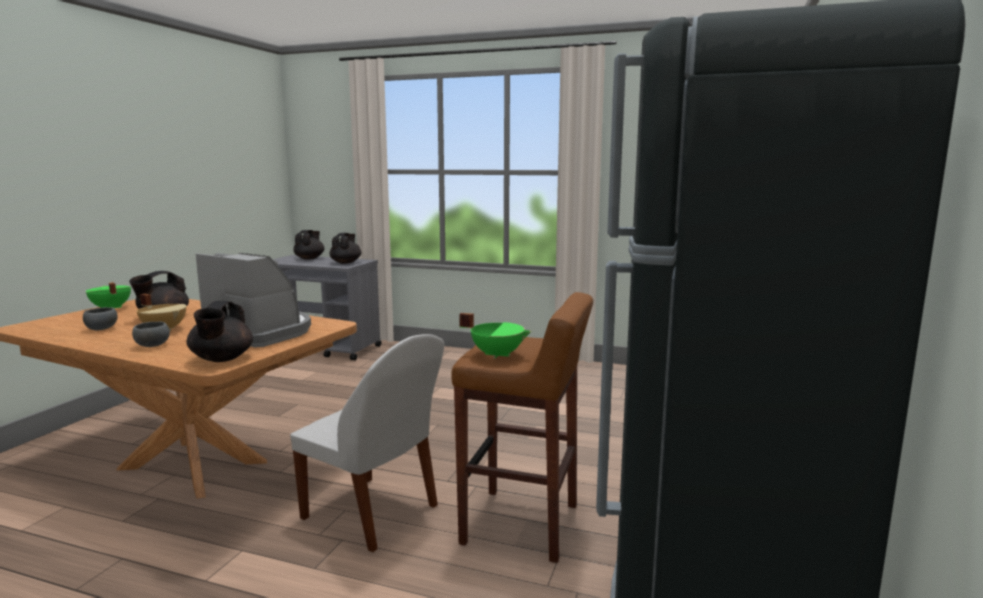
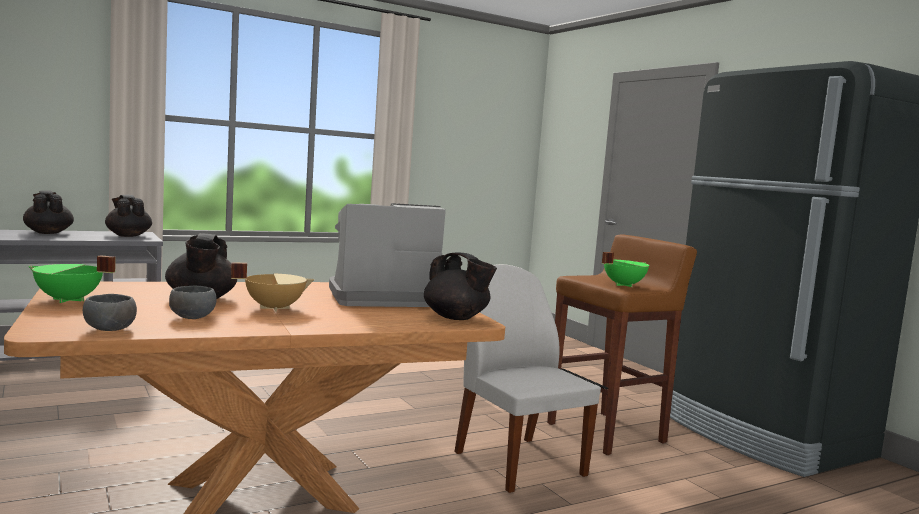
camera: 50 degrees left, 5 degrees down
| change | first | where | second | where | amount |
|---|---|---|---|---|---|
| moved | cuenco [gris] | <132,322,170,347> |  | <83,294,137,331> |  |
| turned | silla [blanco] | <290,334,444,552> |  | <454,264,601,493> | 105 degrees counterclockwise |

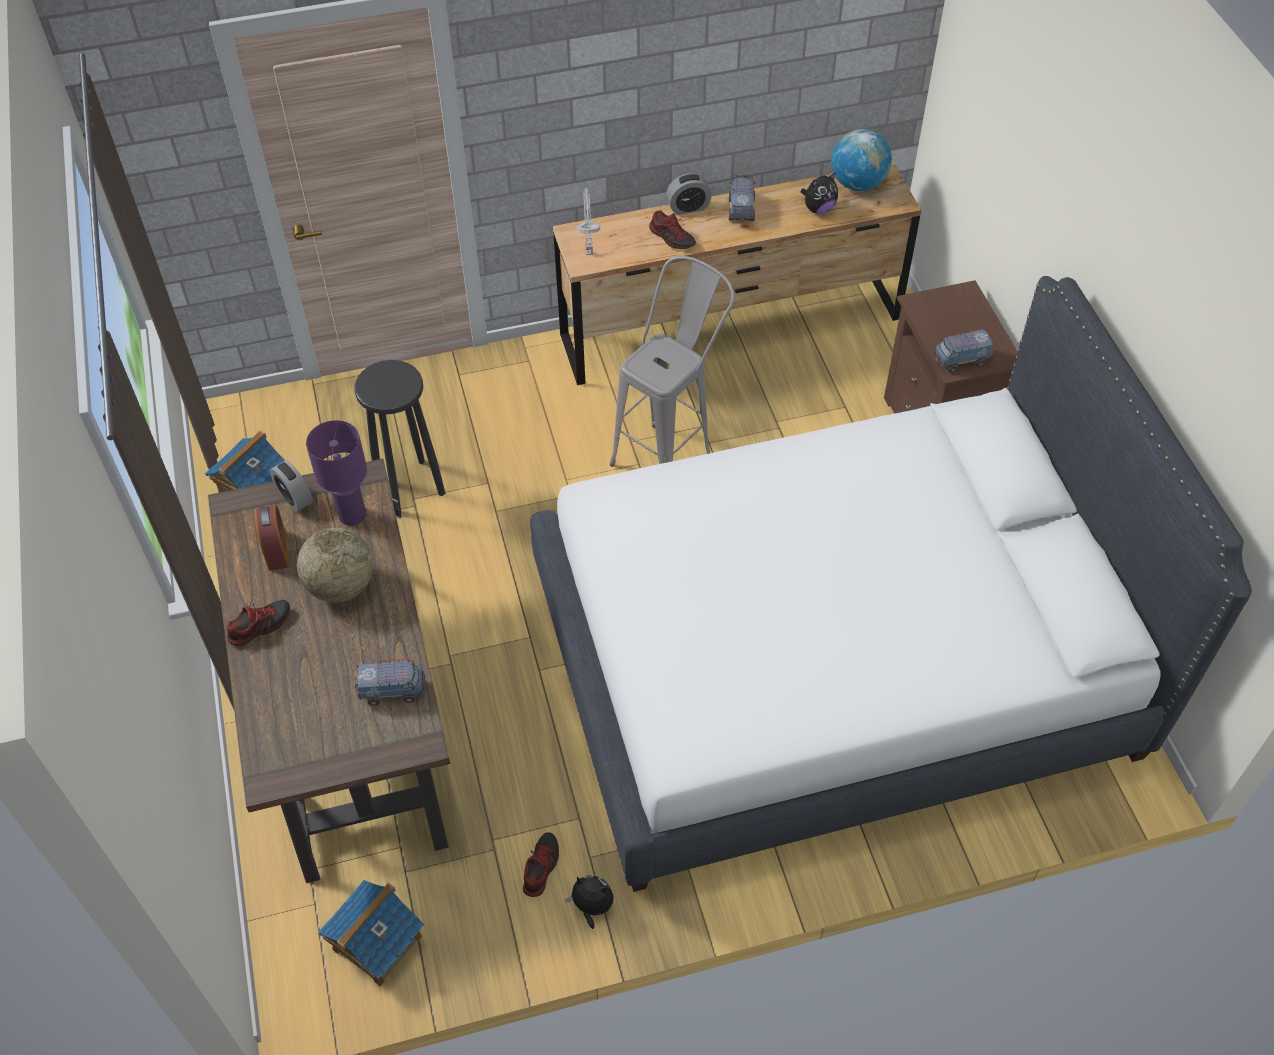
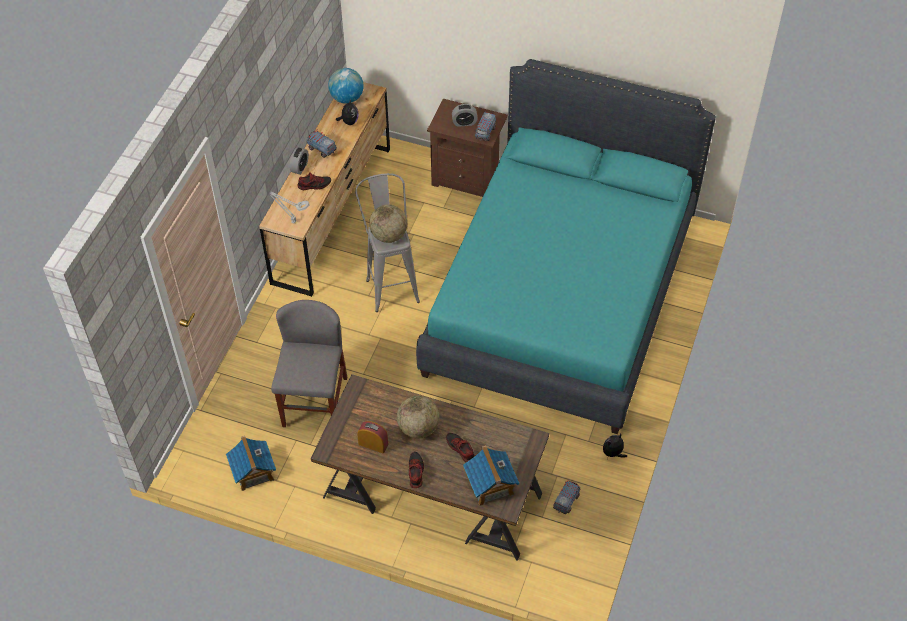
camera: 55 degrees left, 0 degrees up
| change | first | where | second | where | amount |
|---|---|---|---|---|---|
| recoloured | cama [blanco] | <530,276,1252,892> | cama [turquesa] | <416,59,716,434> |  |
| replaced | taburete [negro] | <355,360,445,513> | silla [gris] | <271,300,347,427> |  |
| removed | lámpara de mesa [morado] | <306,420,367,526> |  |  |  |
| moved | despertador | <270,460,313,512> |  | <452,104,477,127> |  |
| moved | camión de juguete | <355,658,427,706> |  | <553,480,581,514> |  |
| moved | zapato | <523,832,559,897> |  | <446,433,475,462> |  |
| moved | casita | <318,880,424,987> |  | <463,445,520,506> |  |
| added |  |  | globo terráqueo | <369,204,407,243> |  |

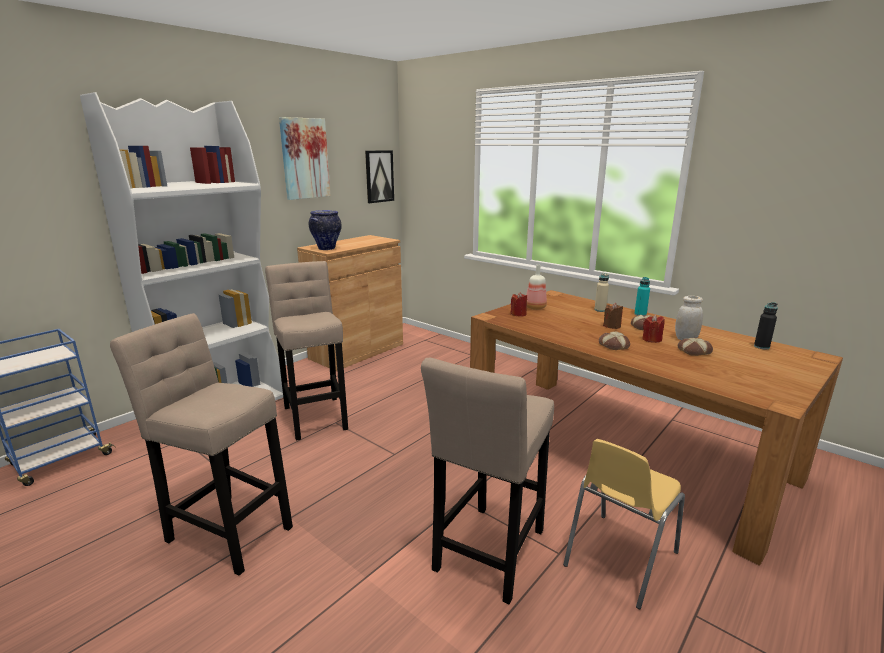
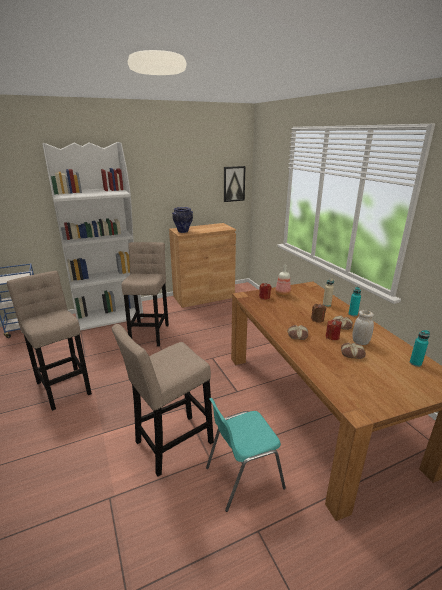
camera: 25 degrees right, 5 degrees up
| change | first | where | second | where | amount |
|---|---|---|---|---|---|
| removed | cuadro | <279,117,330,200> |  |  |  |
| recoloured | botella [negro] | <754,302,778,350> | botella [turquesa] | <410,330,430,367> |  |
| recoloured | silla [amarillo] | <563,439,685,609> | silla [turquesa] | <206,398,286,512> |  |

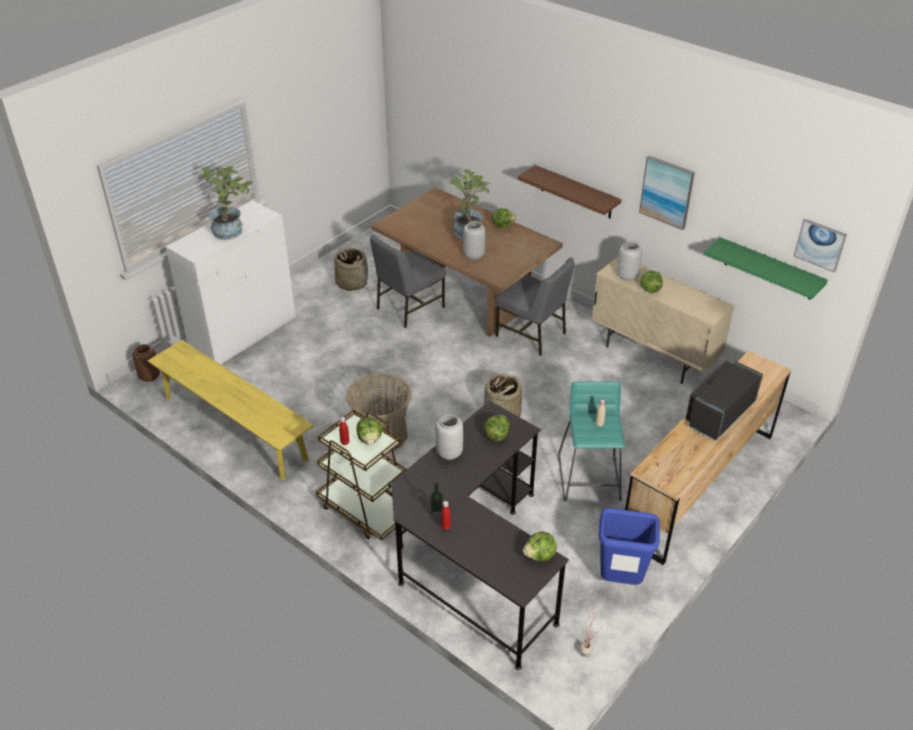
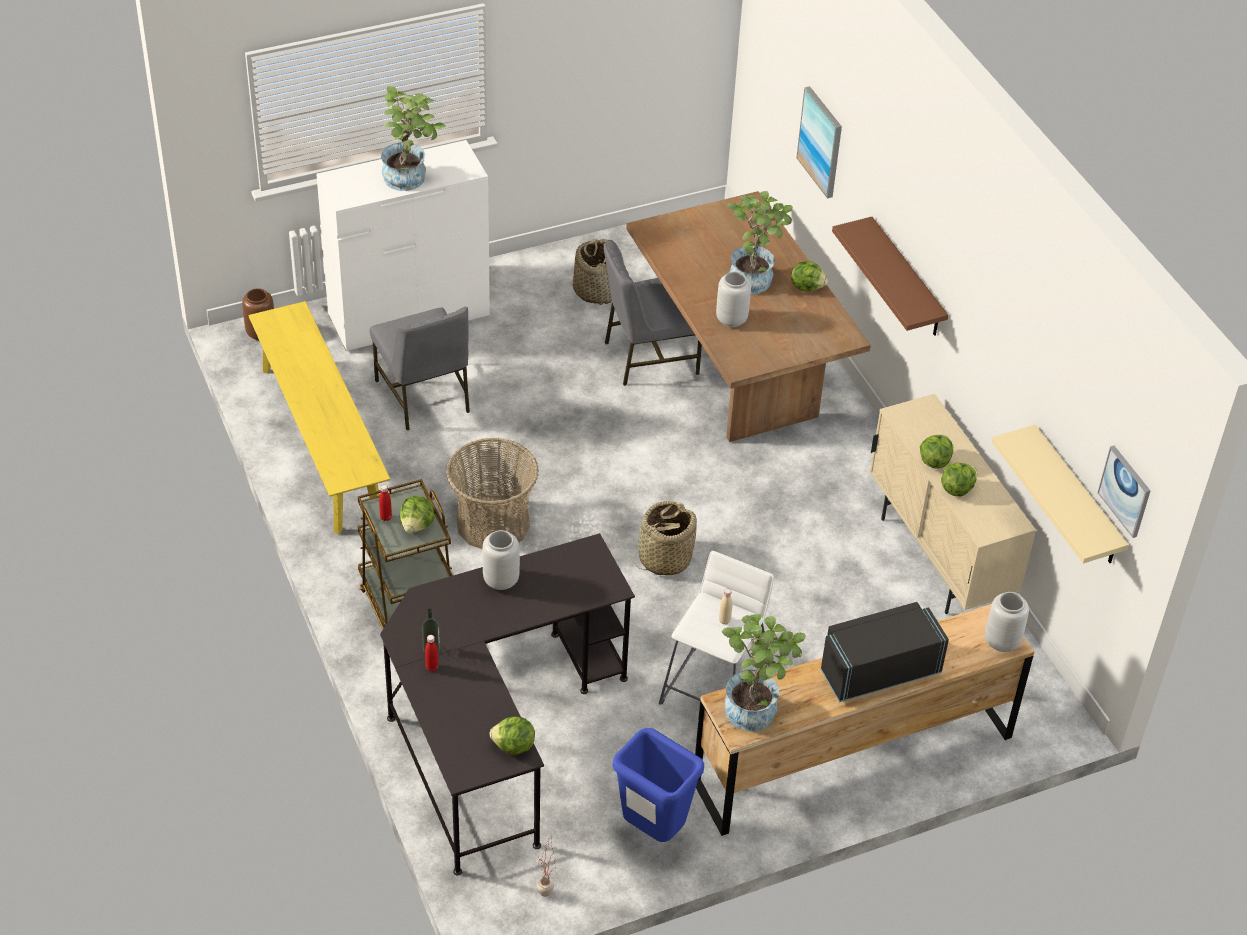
camera: 25 degrees right, 5 degrees up
| change | first | where | second | where | amount |
|---|---|---|---|---|---|
| moved | cuadro | <639,156,695,230> |  | <796,86,842,199> |  |
| recoloured | estante [verde] | <704,237,828,300> | estante [beis] | <992,425,1129,563> |  |
| moved | florero [gris] | <617,241,642,281> |  | <985,592,1029,652> |  |
| moved | silla [gris] | <495,257,575,356> |  | <370,307,470,430> |  |
| recoloured | taburete [turquesa] | <558,382,625,501> | taburete [blanco] | <659,551,774,705> |  |
| moved | lechuga | <484,415,510,441> |  | <941,462,977,496> |  |
| added |  |  | planta en maceta | <722,614,806,731> |  |

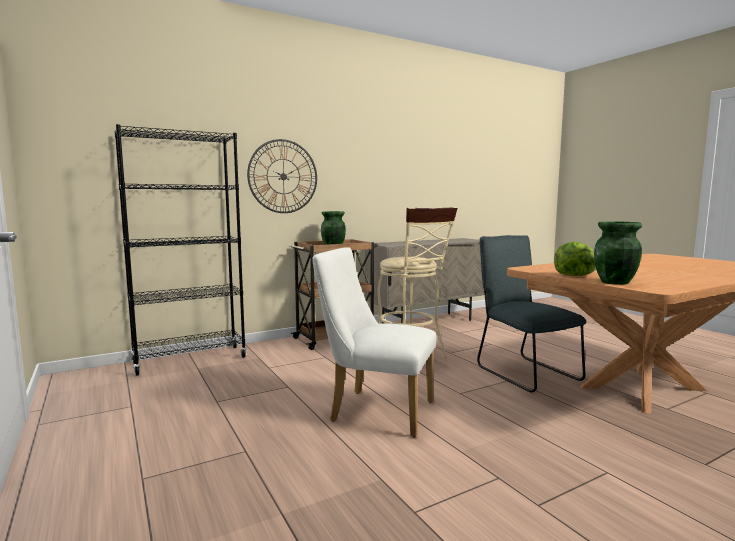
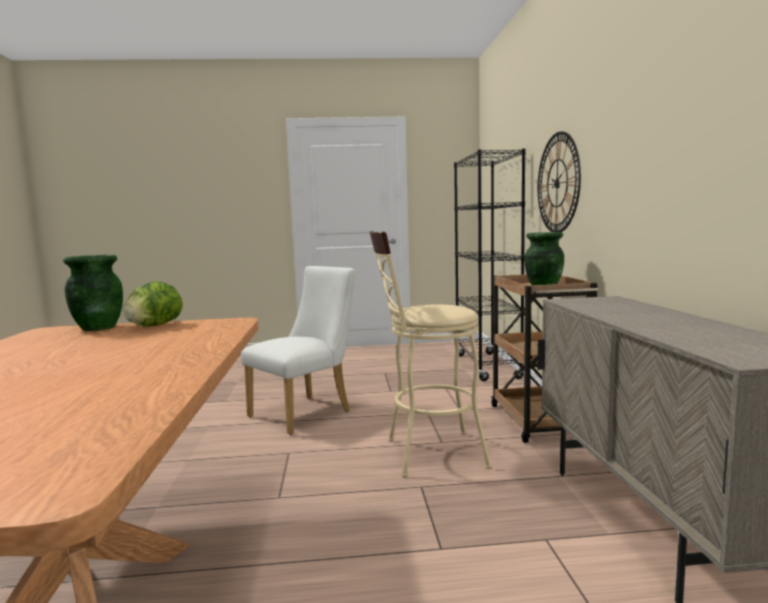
camera: 115 degrees right, 0 degrees up
| change | first | where | second | where | amount |
|---|---|---|---|---|---|
| removed | silla [gris] | <477,235,586,392> |  |  |  |

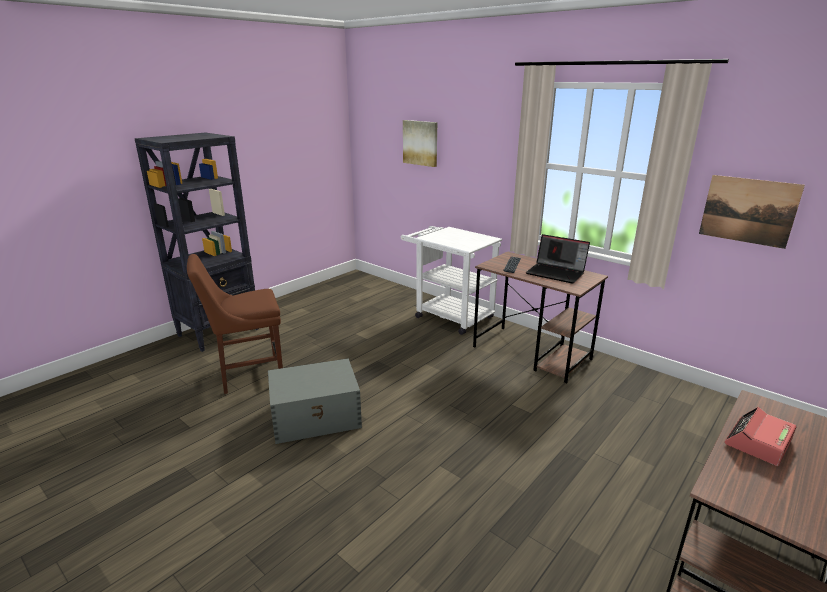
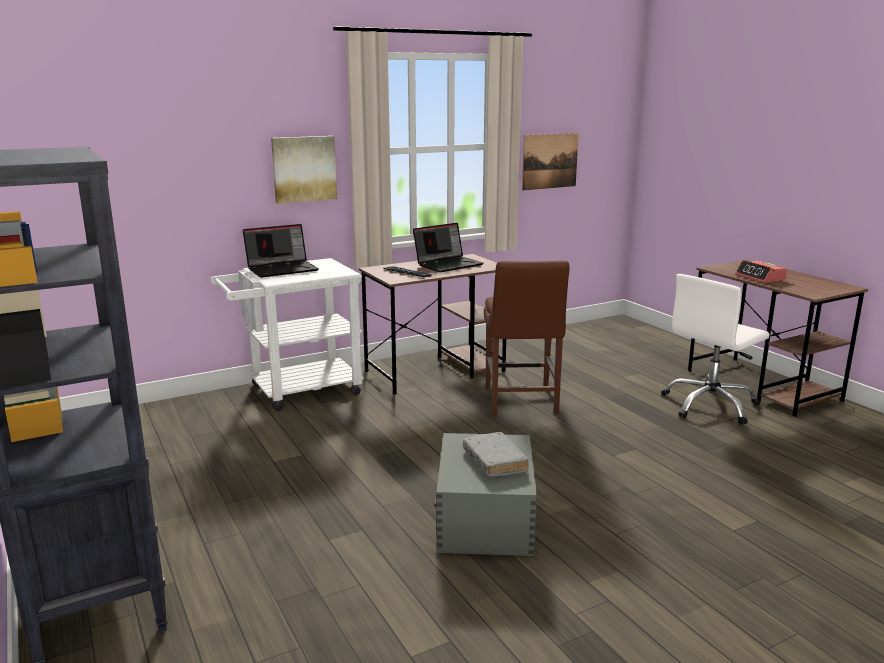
camera: 70 degrees left, 5 degrees down
| change | first | where | second | where | amount |
|---|---|---|---|---|---|
| moved | cuadro | <403,120,437,167> |  | <271,136,337,204> |  |
| moved | silla [marrón] | <187,254,283,394> |  | <484,261,570,415> |  |
| added |  |  | portátil | <243,224,319,278> |  |
| added |  |  | silla de oficina [blanco] | <661,274,770,425> |  |
| added |  |  | libro [gris] | <463,432,529,476> |  |

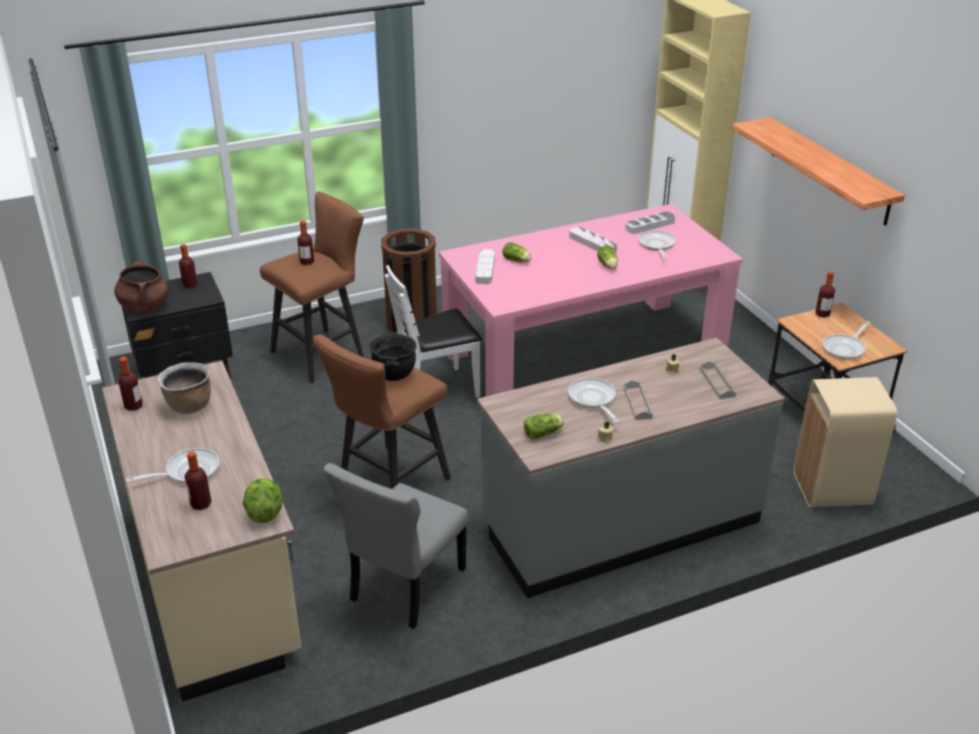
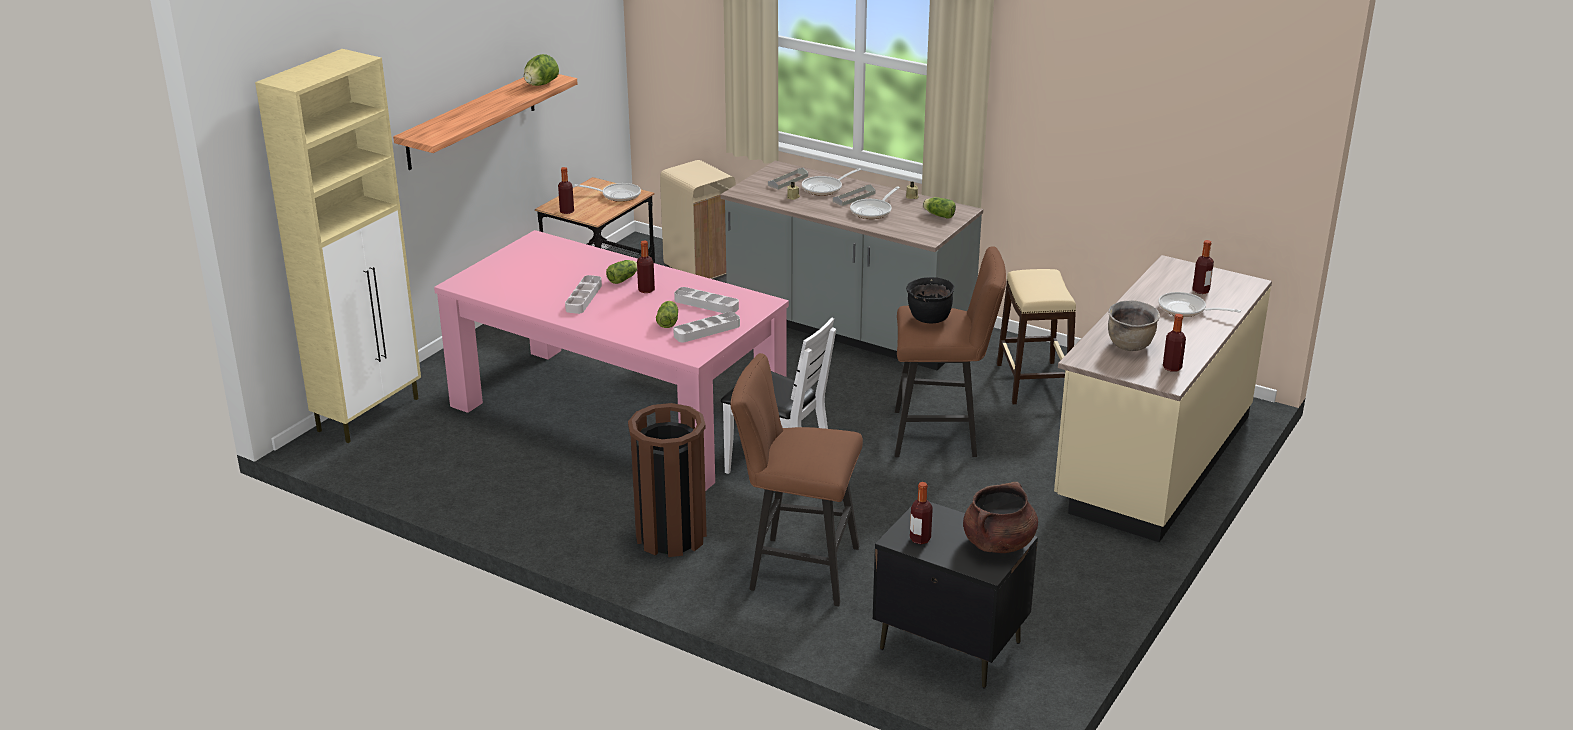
camera: 125 degrees left, 5 degrees down
| change | first | where | second | where | amount |
|---|---|---|---|---|---|
| moved | bandeja [gris] | <625,211,675,234> |  | <674,287,739,313> |  |
| moved | botella | <297,221,314,265> |  | <637,241,655,293> |  |
| moved | sartén | <638,230,676,259> |  | <802,168,861,196> |  |
| replaced | silla [gris] | <324,463,469,629> | taburete [beis] | <997,269,1076,404> |  |
| moved | lechuga | <243,478,283,523> |  | <524,54,559,86> |  |

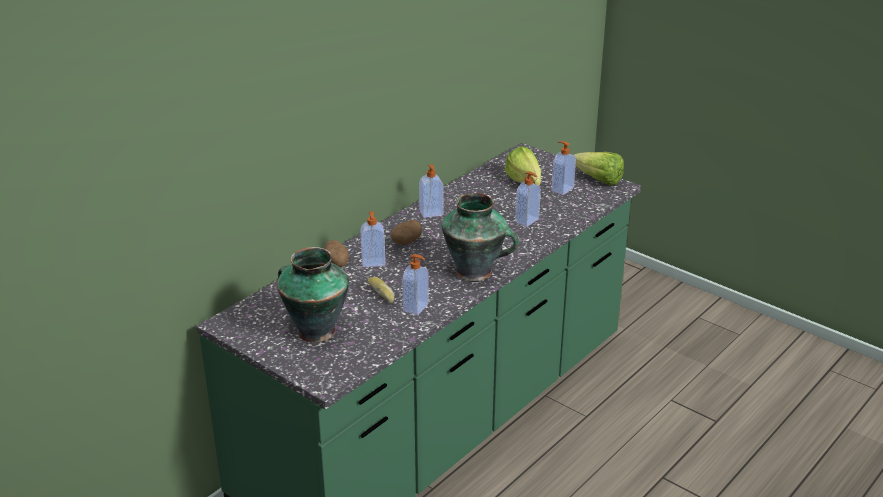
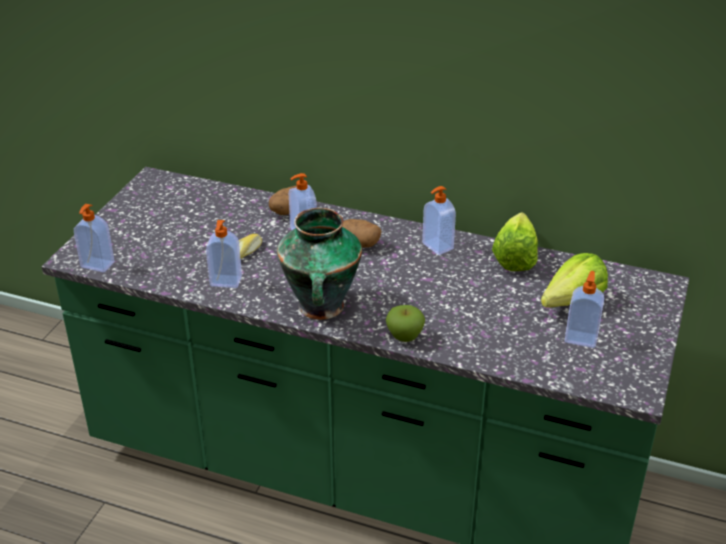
camera: 70 degrees right, 5 degrees up
| change | first | where | second | where | amount |
|---|---|---|---|---|---|
| moved | lechuga | <574,152,624,186> |  | <492,212,538,271> |  |
| moved | dispensador de jabón | <515,171,541,227> |  | <74,204,114,273> |  |
| removed | florero | <277,247,349,343> |  |  |  |
| added |  |  | manzana | <386,305,425,342> |  |

